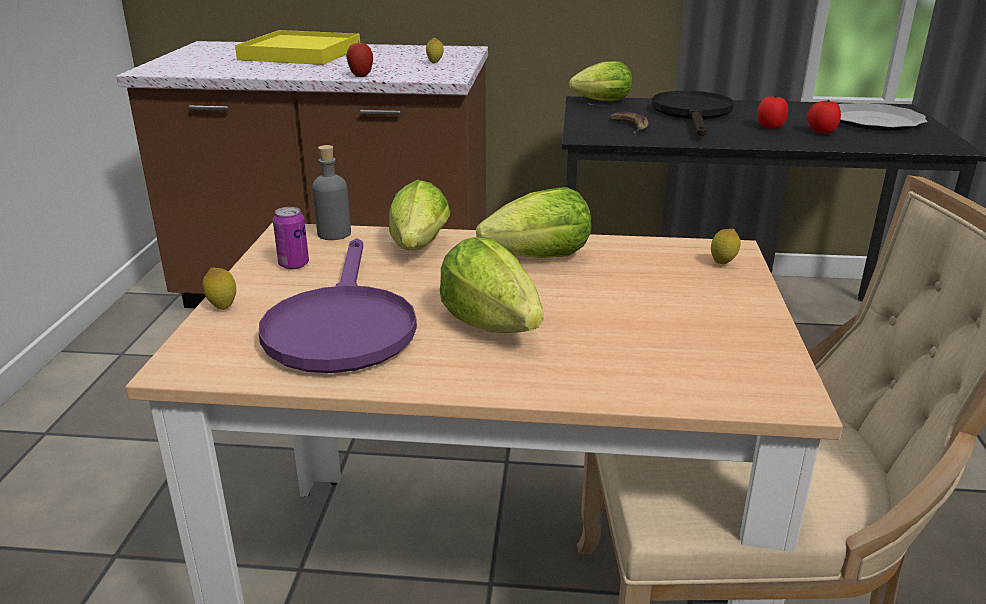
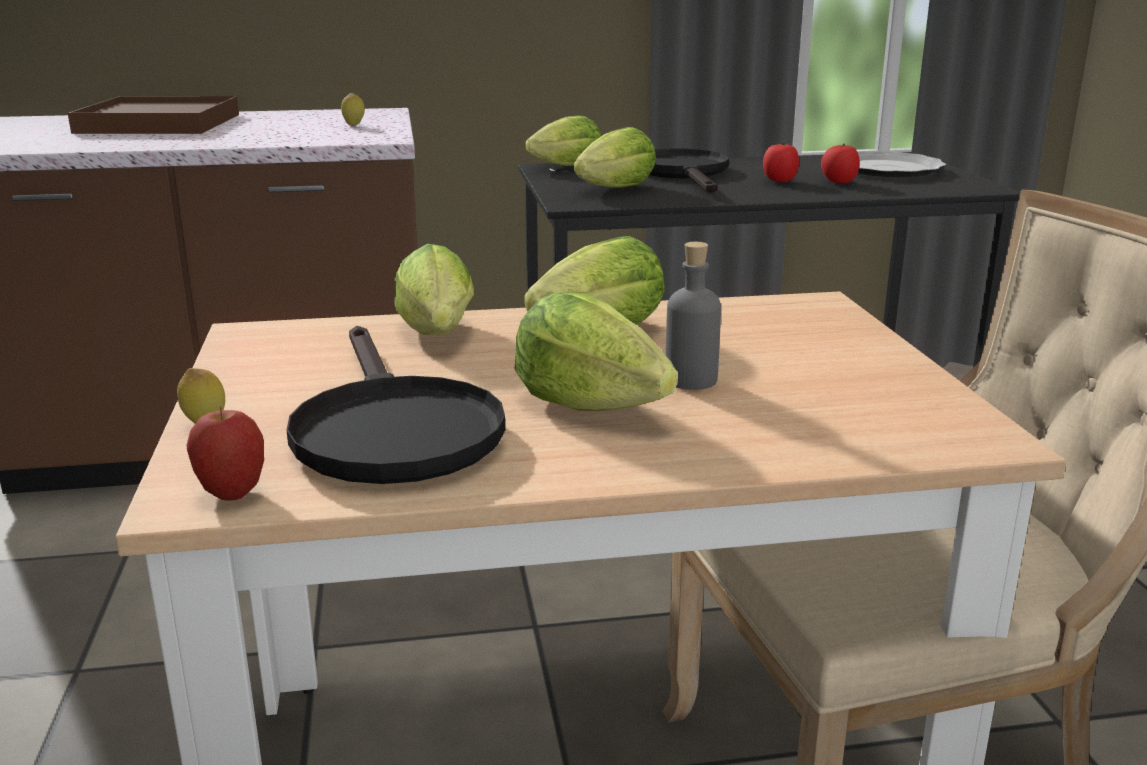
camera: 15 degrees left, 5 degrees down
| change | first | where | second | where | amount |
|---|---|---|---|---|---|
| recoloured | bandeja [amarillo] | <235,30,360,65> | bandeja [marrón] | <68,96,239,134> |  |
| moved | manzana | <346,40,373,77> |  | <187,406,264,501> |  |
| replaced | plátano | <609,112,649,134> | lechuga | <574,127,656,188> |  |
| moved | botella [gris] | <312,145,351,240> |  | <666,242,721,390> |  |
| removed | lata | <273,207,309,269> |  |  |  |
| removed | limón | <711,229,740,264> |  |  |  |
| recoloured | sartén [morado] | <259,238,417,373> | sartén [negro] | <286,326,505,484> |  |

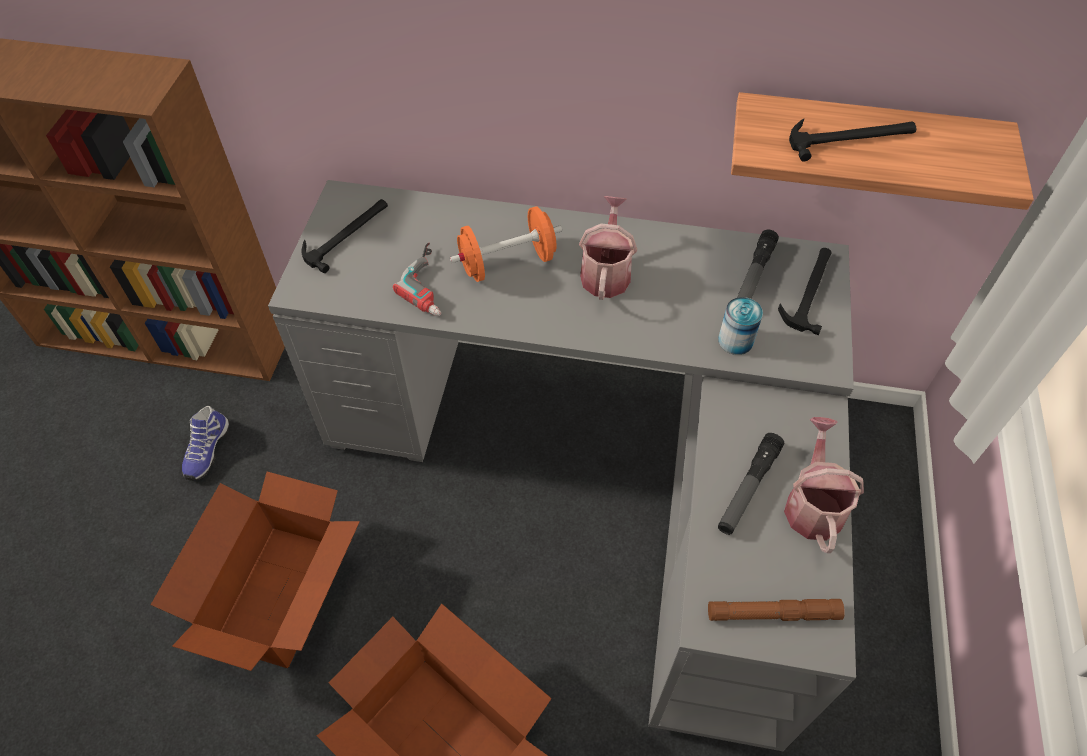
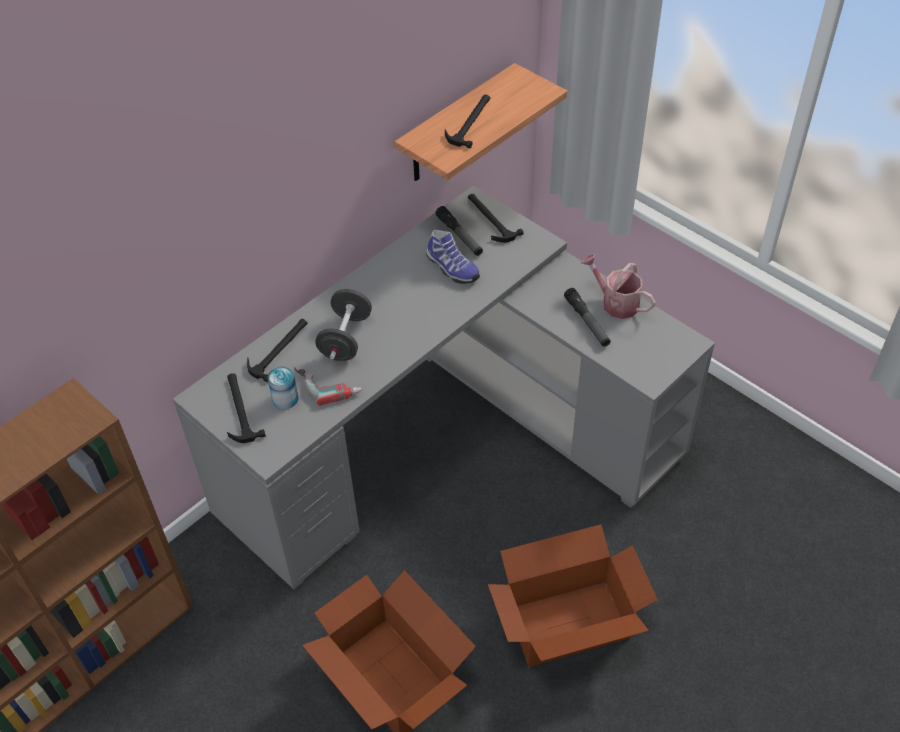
camera: 55 degrees left, 5 degrees down
| change | first | where | second | where | amount |
|---|---|---|---|---|---|
| removed | regadera | <579,196,637,300> |  |  |  |
| recoloured | mancuerna [naranja] | <450,206,562,282> | mancuerna [negro] | <315,289,372,361> |  |
| moved | lata | <718,297,763,355> |  | <267,367,299,409> |  |
| moved | zapato | <182,406,230,481> |  | <426,230,480,284> |  |
| removed | linterna [marrón] | <708,599,845,621> |  |  |  |
| added |  |  | martillo | <247,319,308,382> |  |

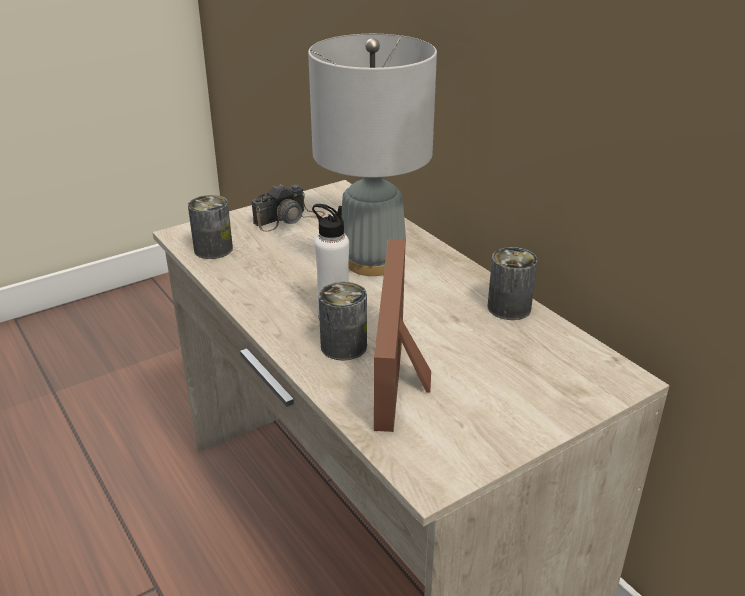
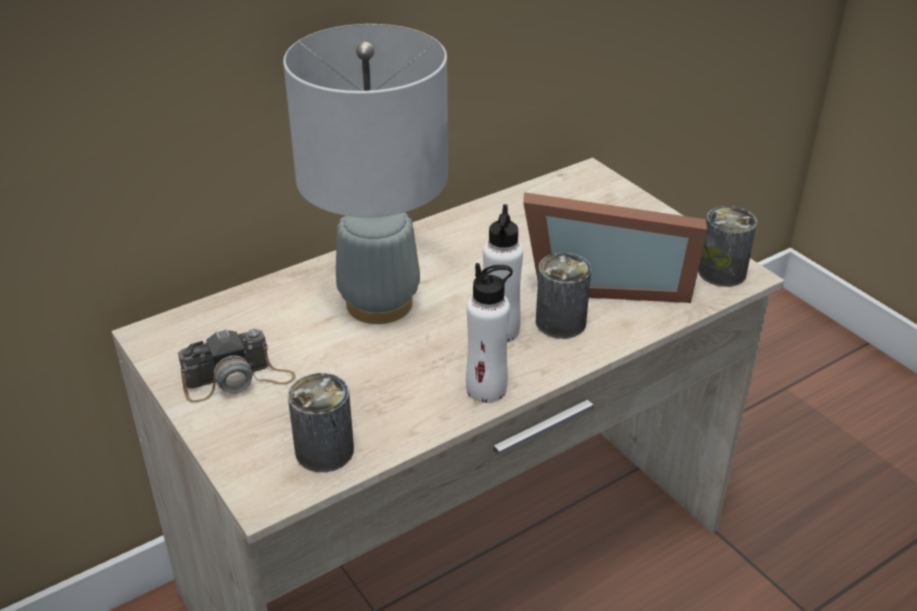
camera: 90 degrees left, 5 degrees up
| change | first | where | second | where | amount |
|---|---|---|---|---|---|
| turned | cámara | <252,184,326,232> |  | <178,328,296,402> | 105 degrees clockwise |
| moved | lata | <488,247,538,320> |  | <698,206,757,287> |  |
| added |  |  | botella [blanco] | <466,263,513,403> |  |

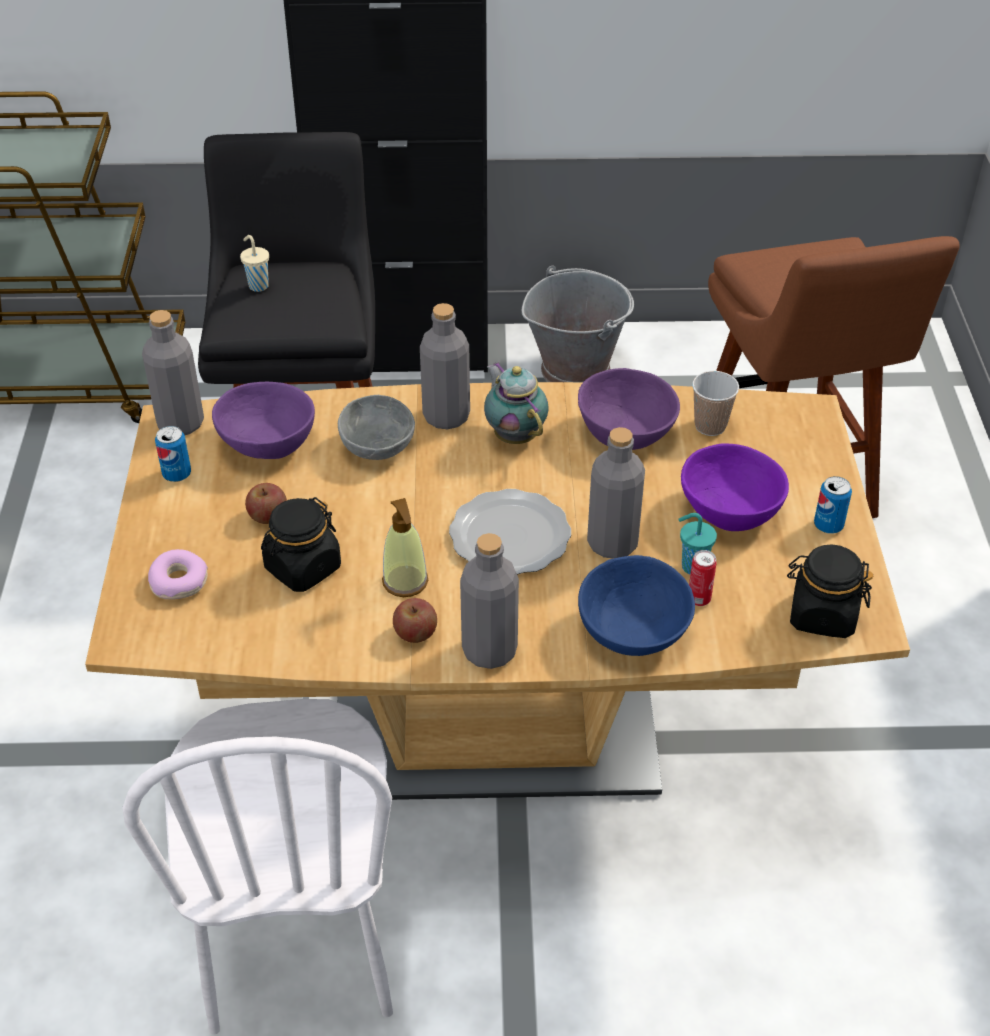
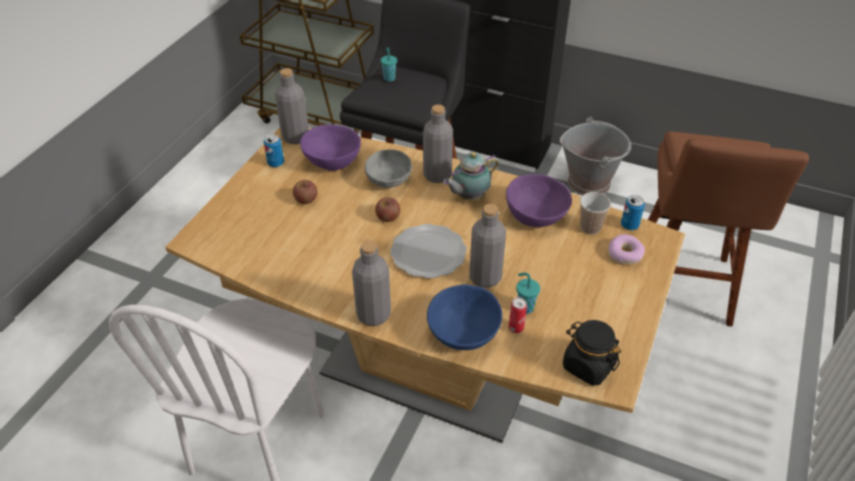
camera: 25 degrees right, 0 degrees up
| change | first | where | second | where | amount |
|---|---|---|---|---|---|
| recoloured | taza [beis] | <240,235,269,292> | taza [turquesa] | <381,47,397,82> |  |
| turned | tetera | <484,362,549,444> |  | <443,152,499,201> | 120 degrees counterclockwise |
| removed | cuenco [morado] | <681,443,789,531> |  |  |  |
| moved | lata | <814,476,852,534> |  | <621,195,645,230> |  |
| removed | tarro [negro] | <261,497,341,592> |  |  |  |
| removed | dispensador de jabón | <382,498,428,597> |  |  |  |
| moved | rosquilla | <148,549,208,600> |  | <608,234,645,264> |  |
| moved | manzana | <393,598,437,643> |  | <375,197,400,222> |  |

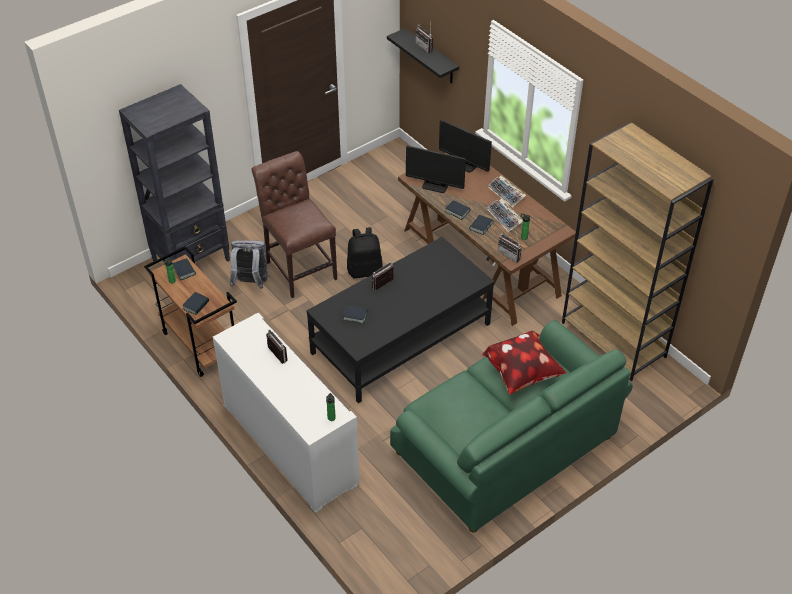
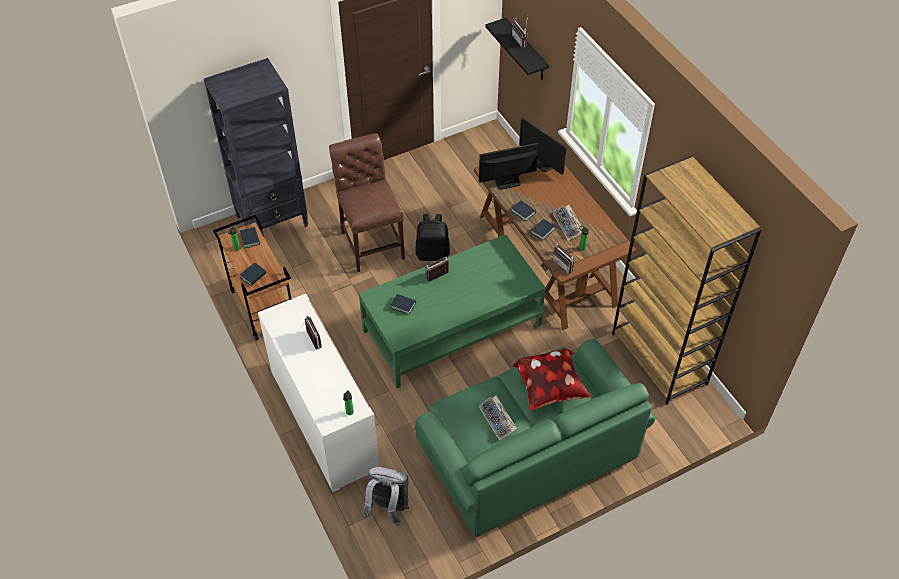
camera: 10 degrees right, 5 degrees up
| change | first | where | second | where | amount |
|---|---|---|---|---|---|
| turned | monitor | <406,145,466,193> |  | <479,143,539,190> | 135 degrees clockwise |
| moved | teclado | <488,175,526,207> |  | <479,395,517,441> |  |
| recoloured | mesa de centro [negro] | <306,237,494,403> | mesa de centro [verde] | <358,234,546,388> |  |
| moved | mochila [gris] | <230,241,269,289> |  | <363,467,409,526> |  |

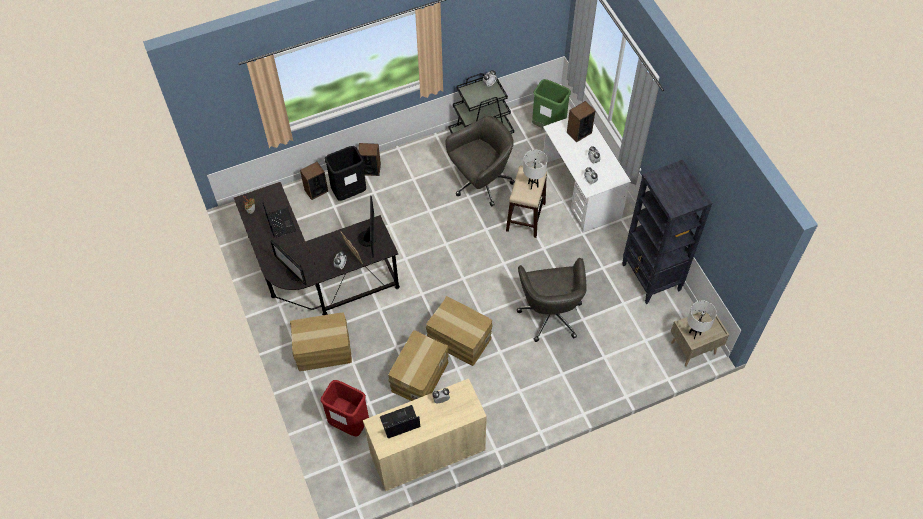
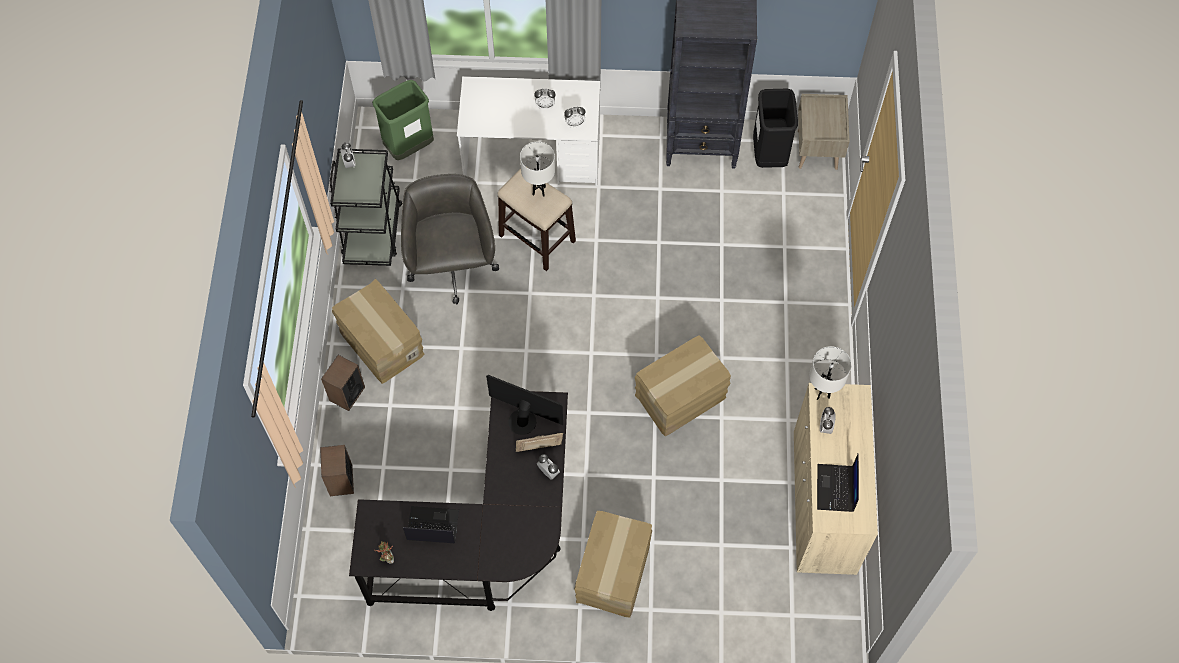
camera: 65 degrees left, 5 degrees up
| change | first | where | second | where | amount |
|---|---|---|---|---|---|
| removed | altavoz | <567,101,595,142> |  |  |  |
| moved | papelera [negro] | <325,146,366,201> |  | <753,89,798,168> |  |
| removed | monitor | <270,240,307,285> |  |  |  |
| removed | silla de oficina [gris] | <517,258,587,342> |  |  |  |
| moved | lámpara de mesa [blanco] | <688,300,717,339> |  | <809,346,851,400> |  |
| moved | caja de cartón | <388,330,449,401> |  | <332,279,424,384> |  |
| removed | papelera [rojo] | <321,380,369,436> |  |  |  |

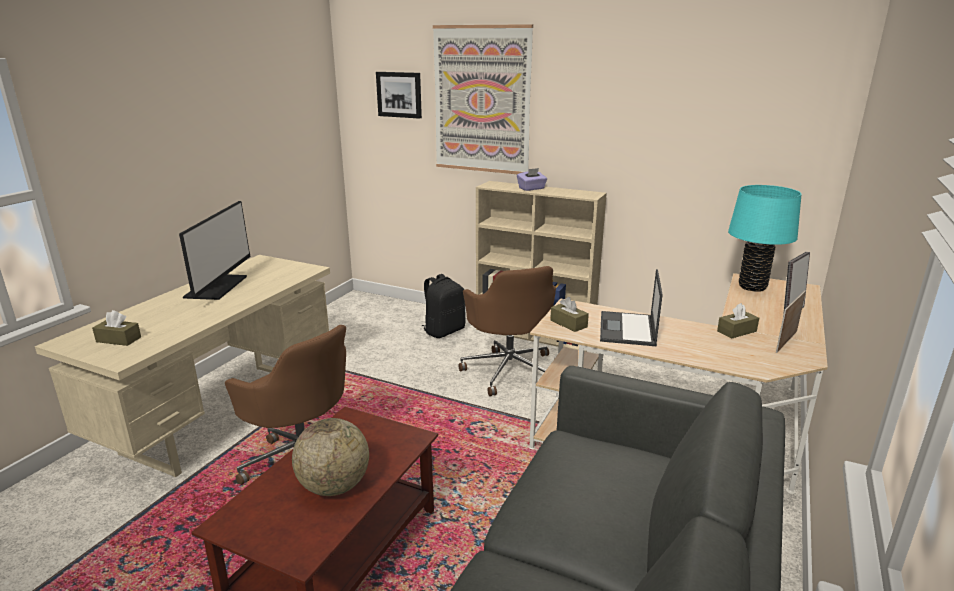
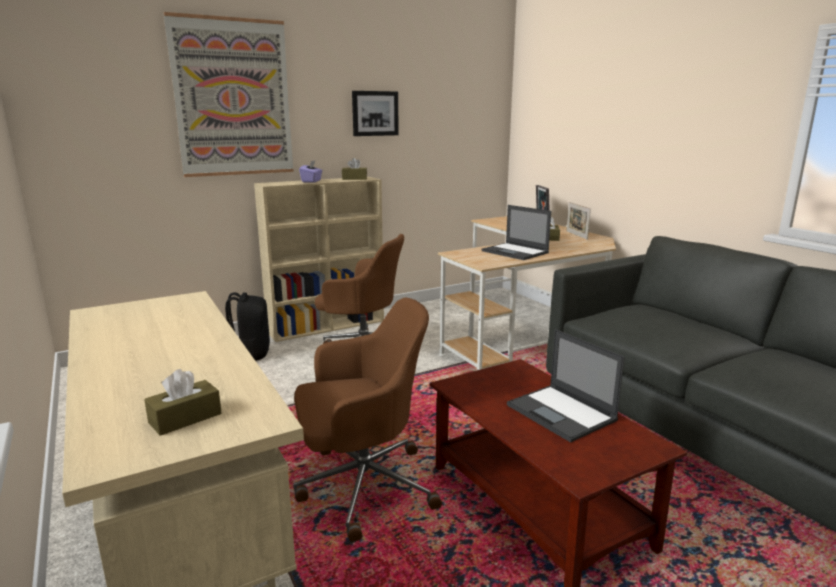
camera: 55 degrees left, 5 degrees down
| change | first | where | second | where | amount |
|---|---|---|---|---|---|
| moved | cuadro | <376,72,422,119> |  | <352,91,399,136> |  |
| removed | lámpara de mesa [turquesa] | <728,185,802,292> |  |  |  |
| removed | monitor | <179,201,251,300> |  |  |  |
| moved | caja de pañuelos [marrón] | <550,297,589,332> |  | <342,158,367,180> |  |
| replaced | globo terráqueo | <292,418,369,496> | portátil | <507,329,625,443> |  |

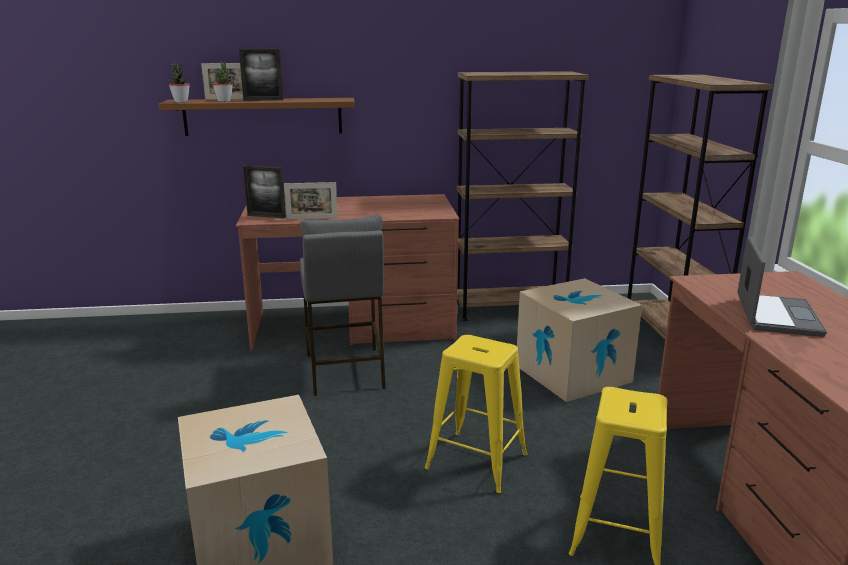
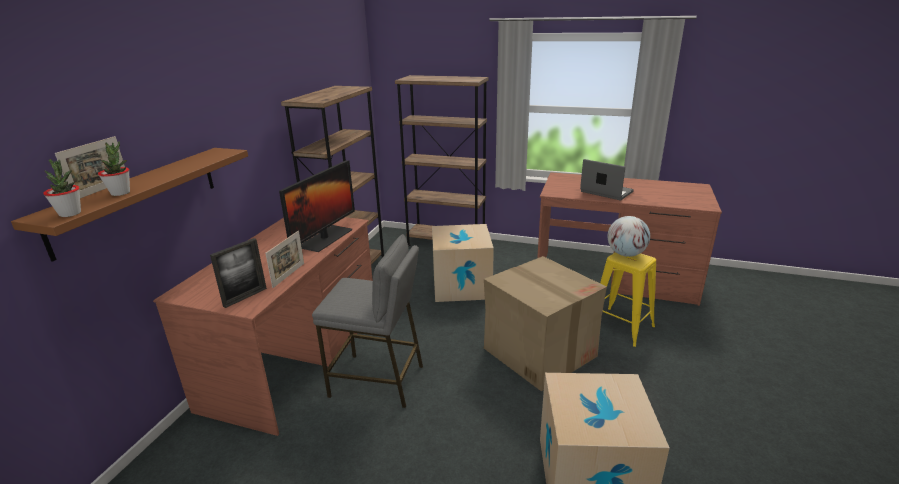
camera: 65 degrees left, 5 degrees up
| change | first | where | second | where | amount |
|---|---|---|---|---|---|
| removed | portarretratos | <239,49,283,101> |  |  |  |
| replaced | taburete [amarillo] | <425,335,528,493> | caja de cartón | <484,256,607,391> |  |
| added |  |  | monitor | <279,160,355,252> |  |
| added |  |  | globo terráqueo | <607,216,650,257> |  |

